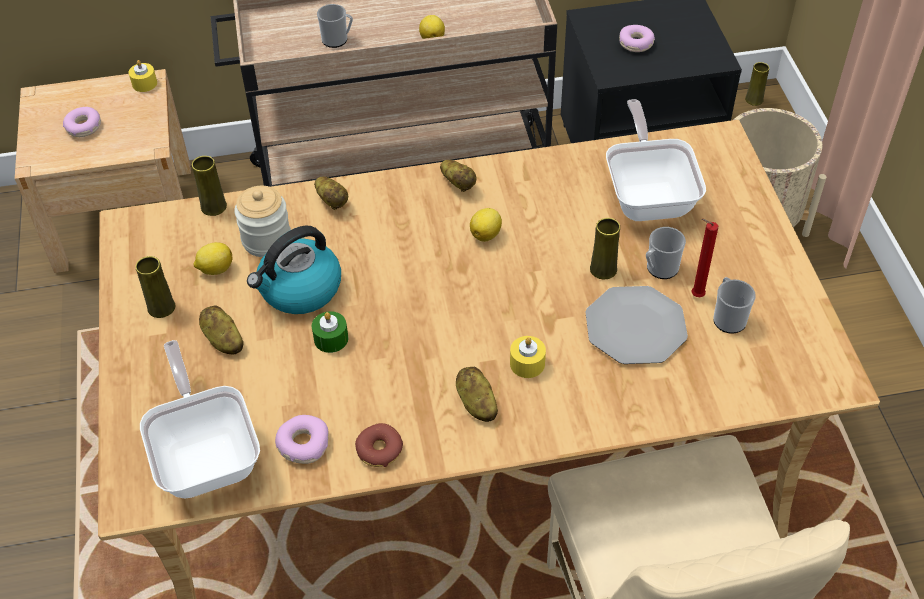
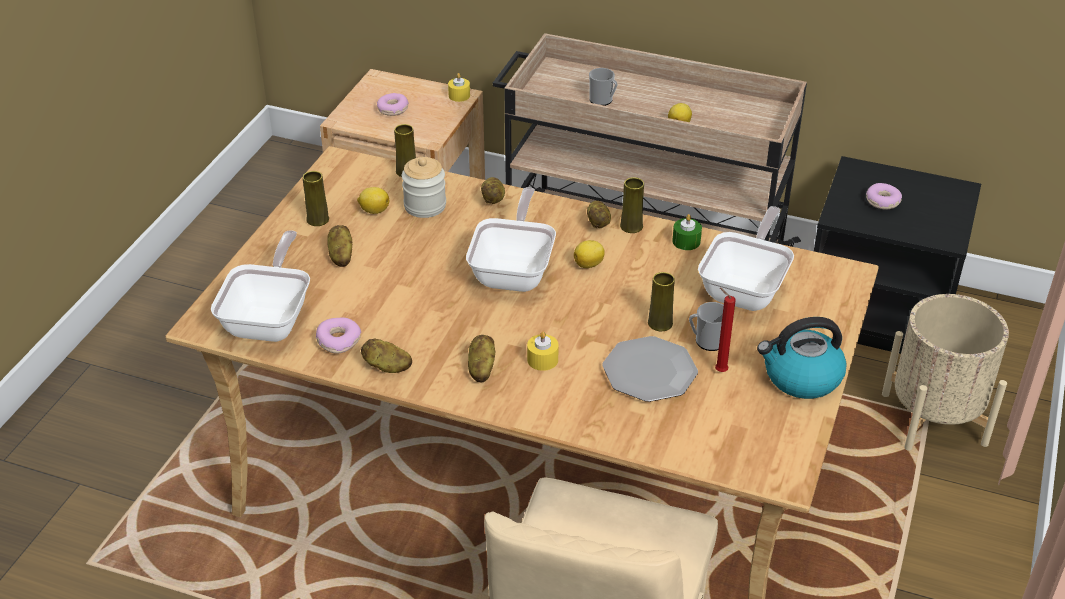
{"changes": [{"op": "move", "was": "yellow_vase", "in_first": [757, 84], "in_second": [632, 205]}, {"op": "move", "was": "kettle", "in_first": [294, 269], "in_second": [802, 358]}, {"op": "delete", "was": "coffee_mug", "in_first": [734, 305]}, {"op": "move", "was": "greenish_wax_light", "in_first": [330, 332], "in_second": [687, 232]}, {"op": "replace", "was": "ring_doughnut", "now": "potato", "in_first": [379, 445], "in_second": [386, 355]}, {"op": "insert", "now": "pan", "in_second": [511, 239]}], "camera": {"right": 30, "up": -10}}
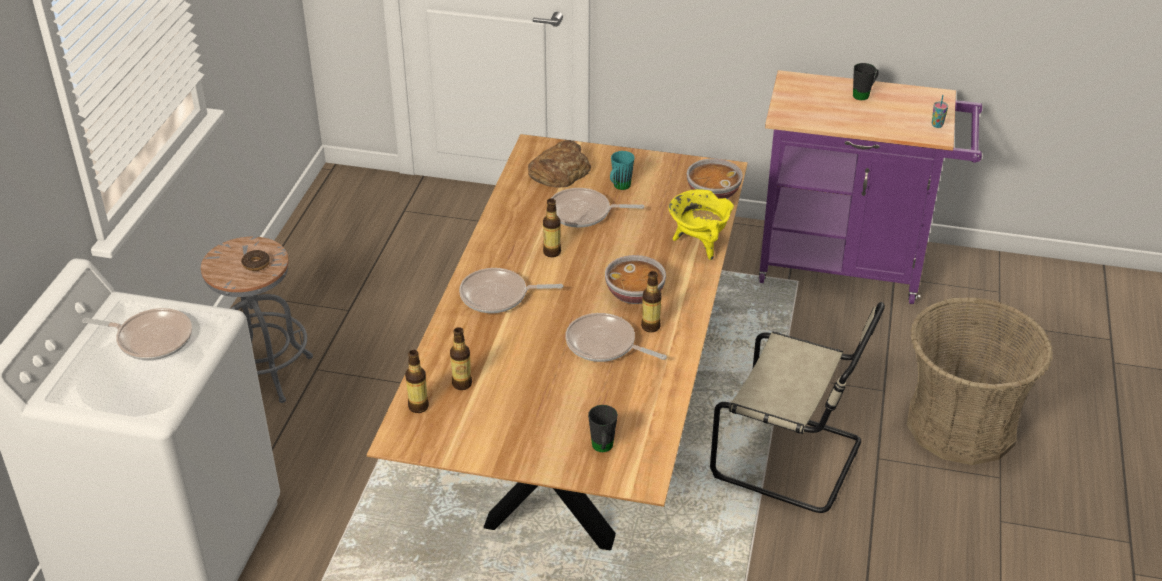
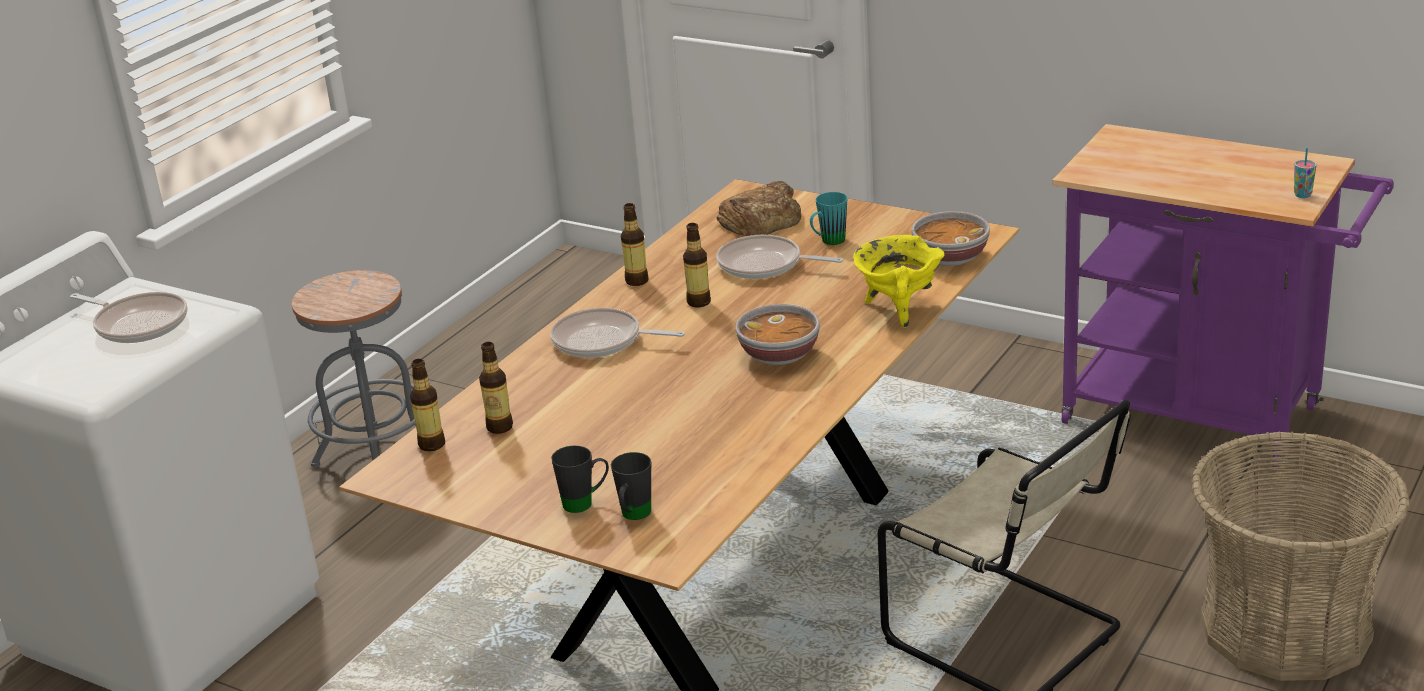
{"changes": [{"op": "move", "was": "black_coffee_mug", "in_first": [866, 81], "in_second": [580, 479]}, {"op": "delete", "was": "ring_doughnut", "in_first": [255, 260]}, {"op": "move", "was": "bottle", "in_first": [651, 301], "in_second": [635, 244]}, {"op": "delete", "was": "pan", "in_first": [616, 337]}], "camera": {"right": 20, "up": -10}}
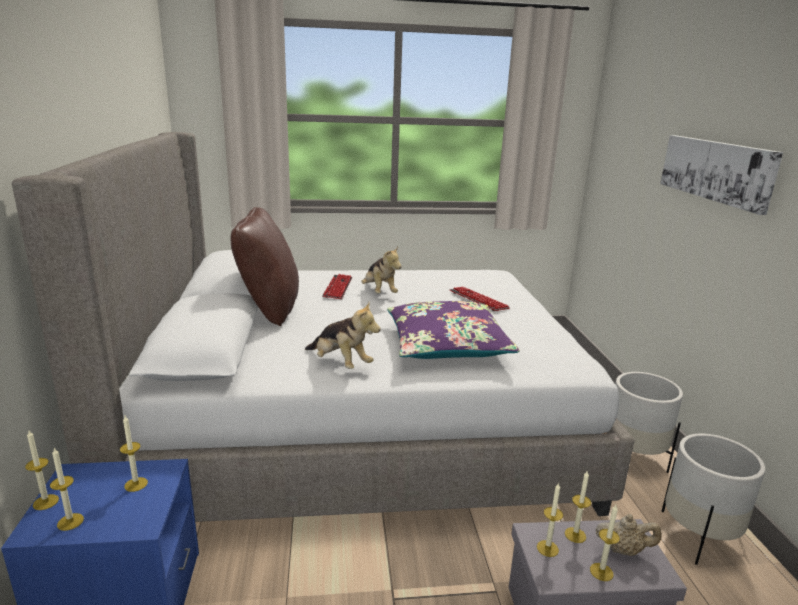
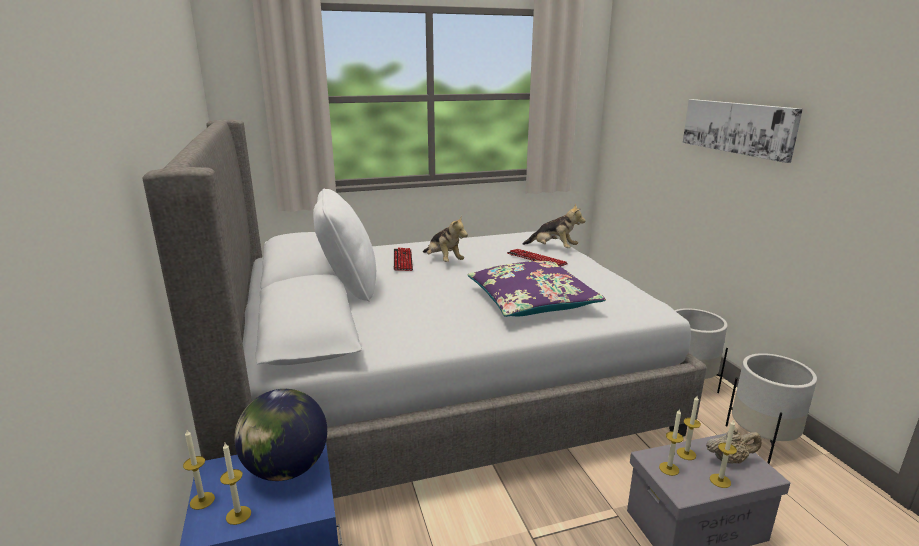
{"changes": [{"op": "recolor", "was": "brown-coloured_cushion", "now": "white_cushion", "in_first": [265, 266], "in_second": [344, 245]}, {"op": "move", "was": "cuddly_toy", "in_first": [343, 335], "in_second": [554, 225]}, {"op": "replace", "was": "wax_light", "now": "world_globe", "in_first": [134, 454], "in_second": [280, 435]}], "camera": {"right": -10, "up": 0}}
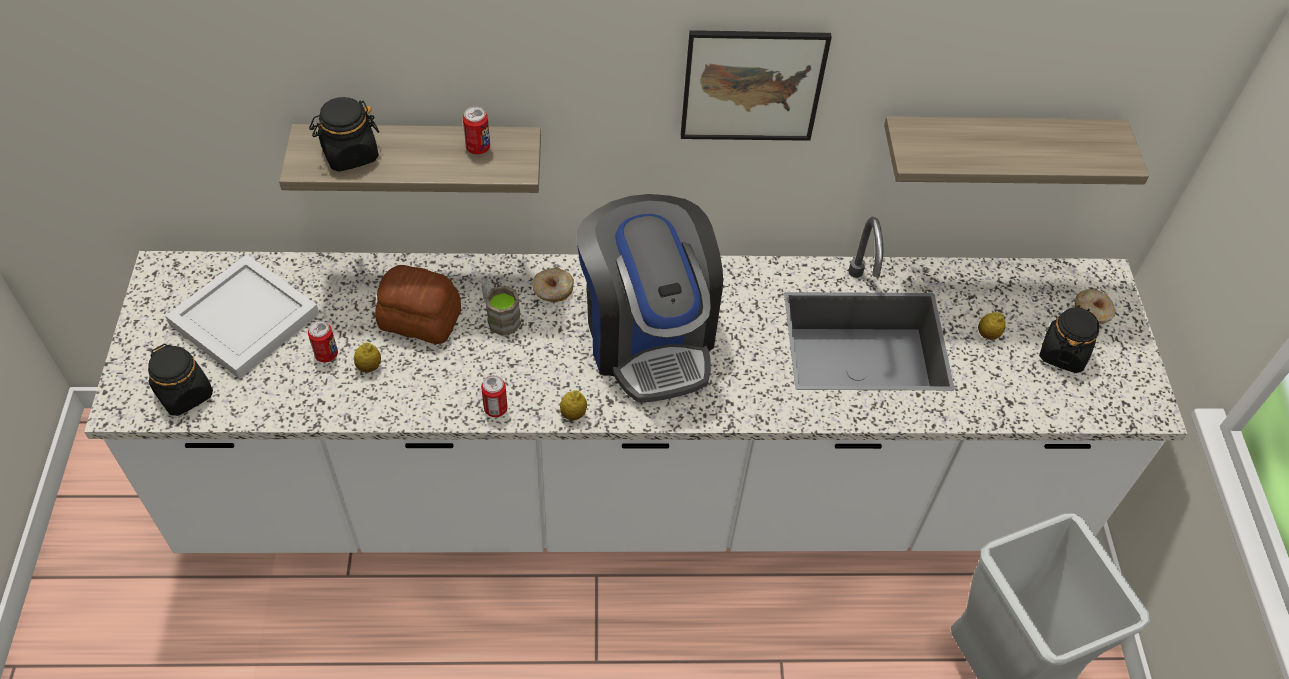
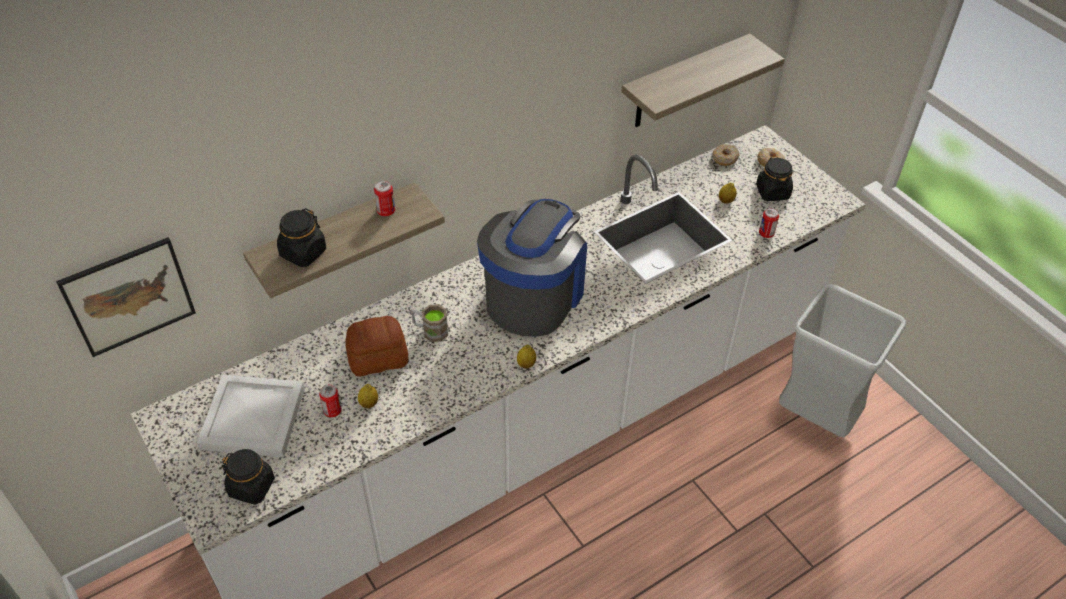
{"changes": [{"op": "move", "was": "wall_art", "in_first": [756, 85], "in_second": [126, 297]}, {"op": "rotate", "was": "coffee_machine", "in_first": [650, 298], "in_second": [532, 267], "clockwise": -105}, {"op": "move", "was": "ring_doughnut", "in_first": [553, 285], "in_second": [726, 155]}, {"op": "move", "was": "metal_can", "in_first": [494, 396], "in_second": [769, 223]}], "camera": {"right": -30, "up": -5}}
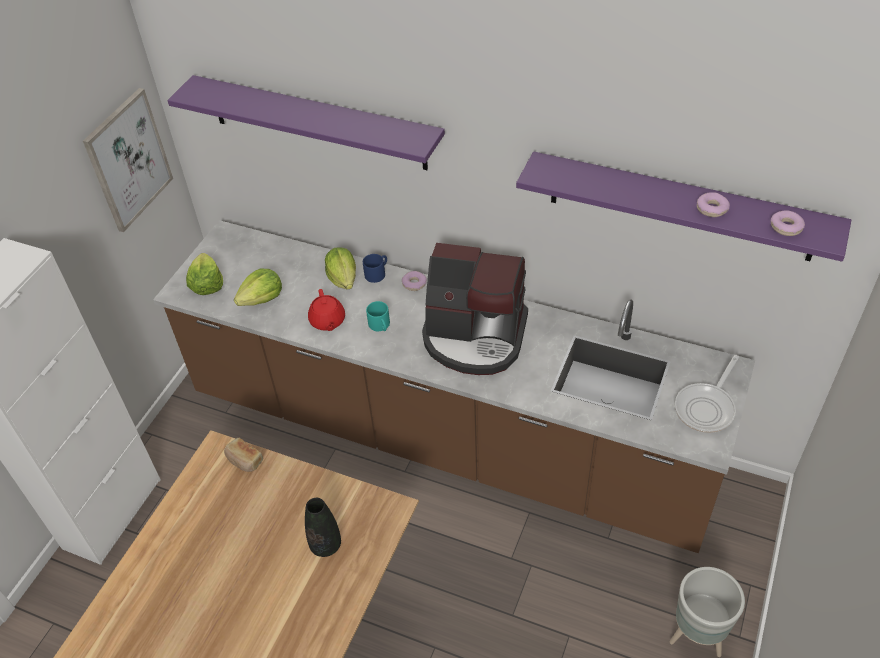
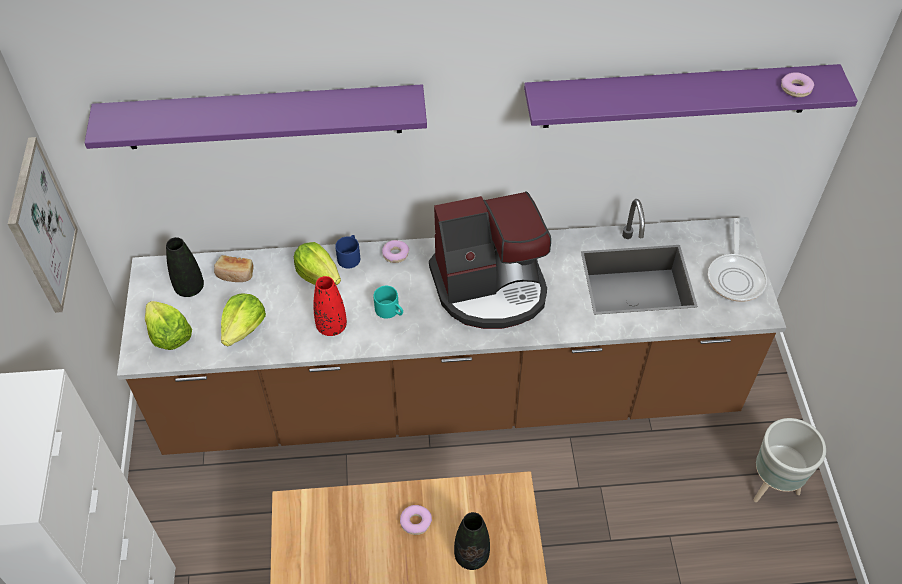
{"changes": [{"op": "move", "was": "ring_doughnut", "in_first": [713, 204], "in_second": [416, 520]}, {"op": "replace", "was": "reddish_tea_pot", "now": "reddish_vase", "in_first": [326, 310], "in_second": [330, 306]}, {"op": "move", "was": "bread", "in_first": [243, 455], "in_second": [234, 268]}, {"op": "insert", "now": "black_vase", "in_second": [185, 267]}], "camera": {"right": -30, "up": 5}}
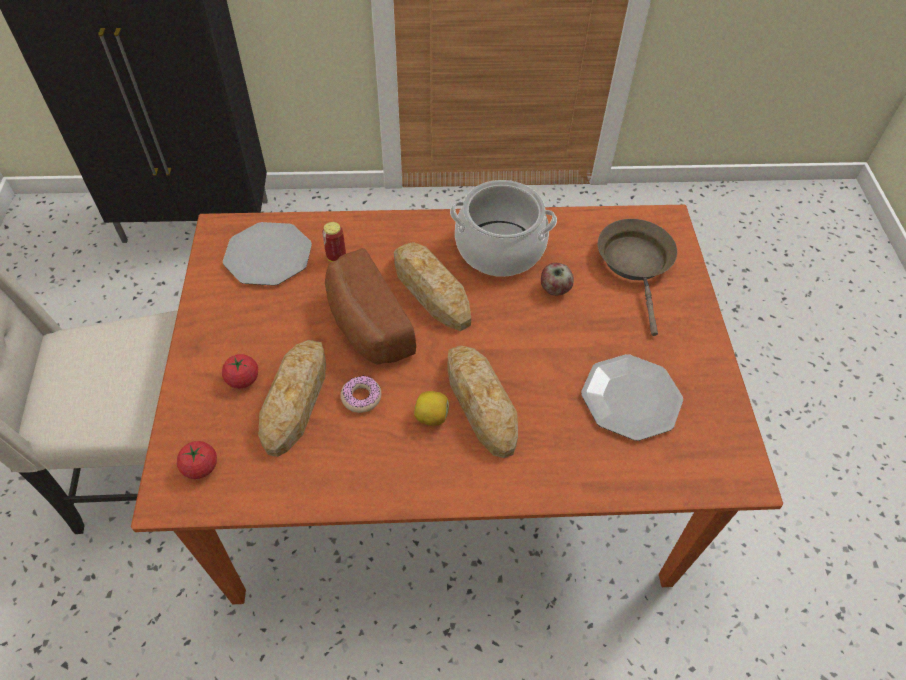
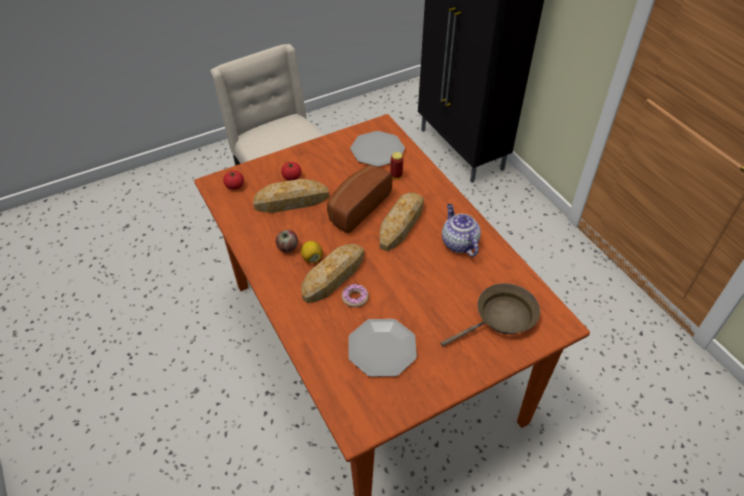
{"changes": [{"op": "replace", "was": "stockpot", "now": "tea_pot", "in_first": [503, 228], "in_second": [461, 230]}, {"op": "move", "was": "apple_fruit", "in_first": [557, 279], "in_second": [287, 241]}, {"op": "move", "was": "ring_doughnut", "in_first": [361, 394], "in_second": [355, 295]}], "camera": {"right": 65, "up": -5}}
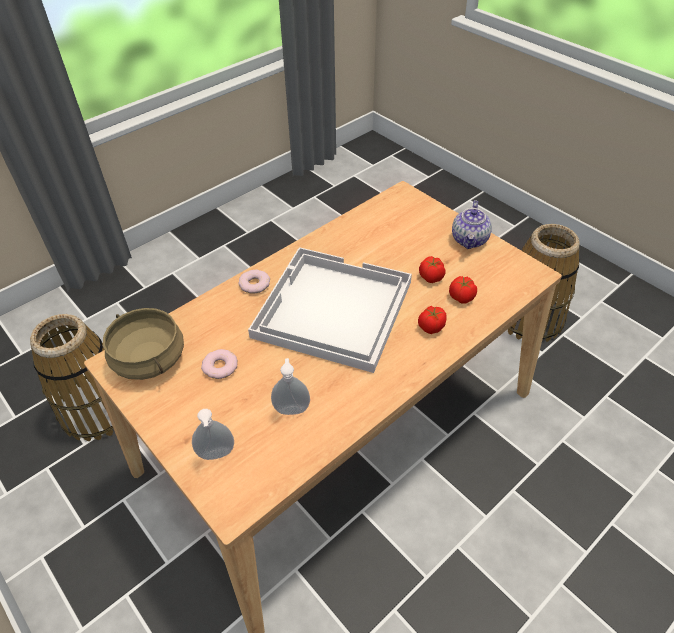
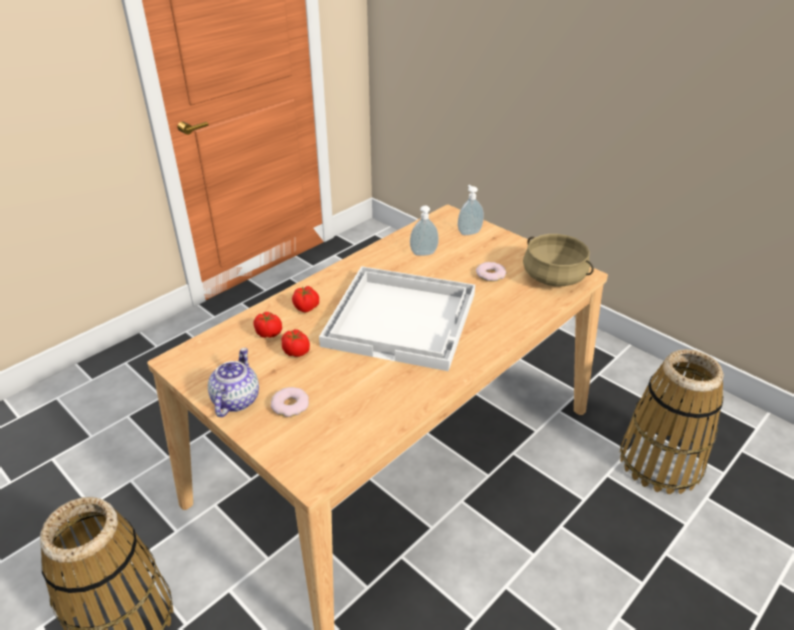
{"changes": [{"op": "move", "was": "ring_doughnut", "in_first": [254, 282], "in_second": [290, 402]}], "camera": {"right": 175, "up": -10}}
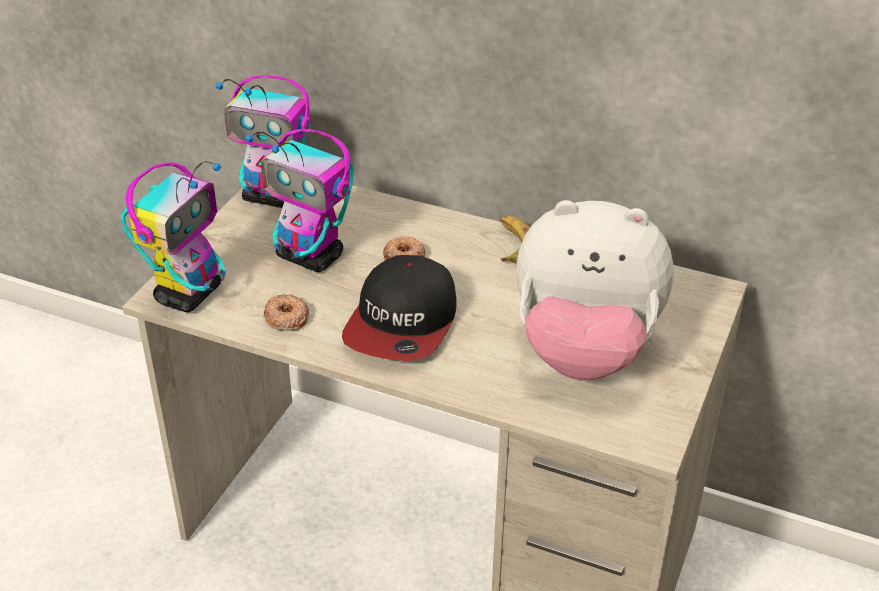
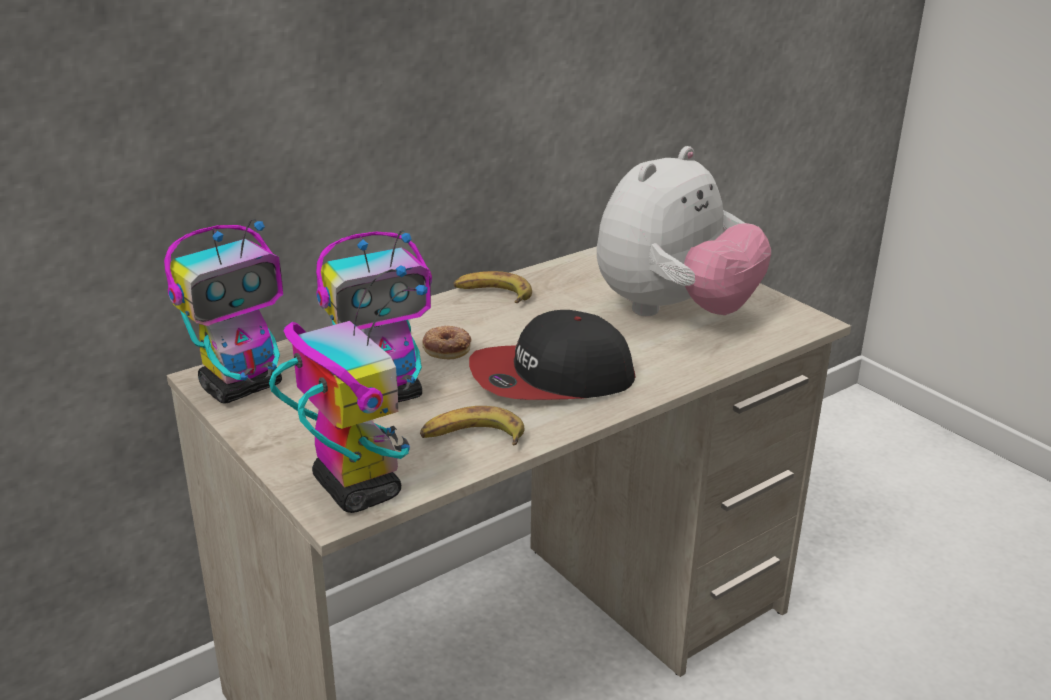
{"changes": [{"op": "rotate", "was": "peaked_cap", "in_first": [399, 308], "in_second": [552, 355], "clockwise": 120}, {"op": "replace", "was": "ring_doughnut", "now": "banana_fruit", "in_first": [286, 312], "in_second": [472, 426]}], "camera": {"right": -60, "up": -10}}
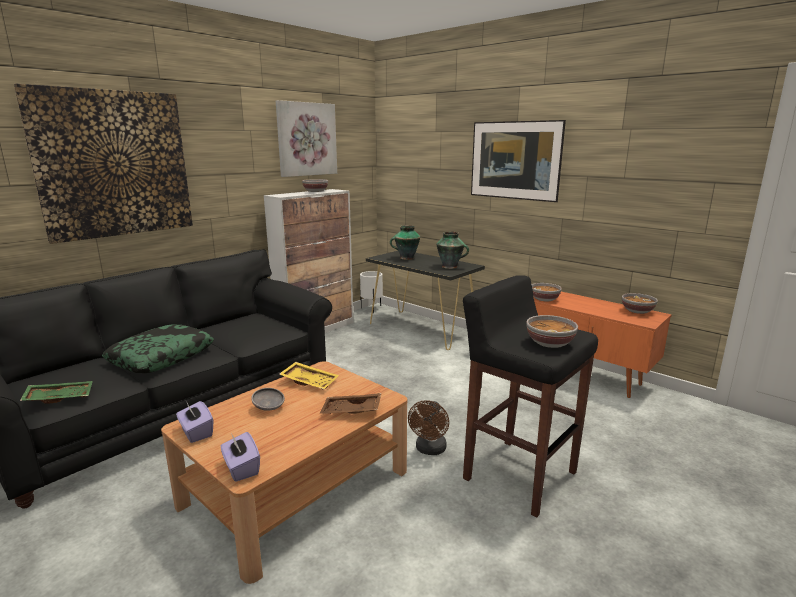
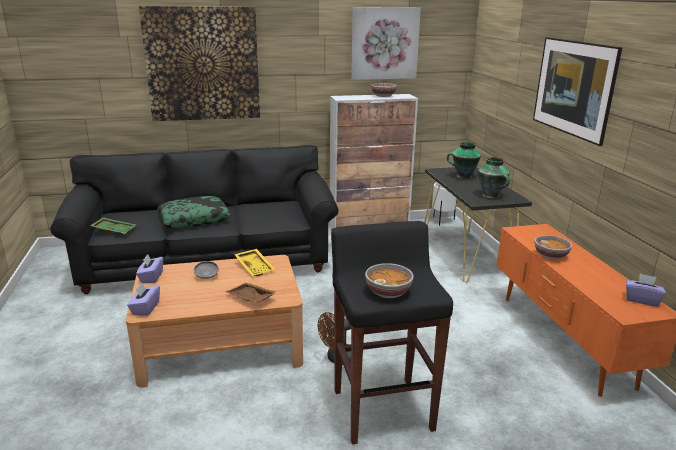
{"changes": [{"op": "replace", "was": "serving_bowl", "now": "purplish_tissue_box", "in_first": [640, 303], "in_second": [646, 290]}], "camera": {"right": 35, "up": 5}}
